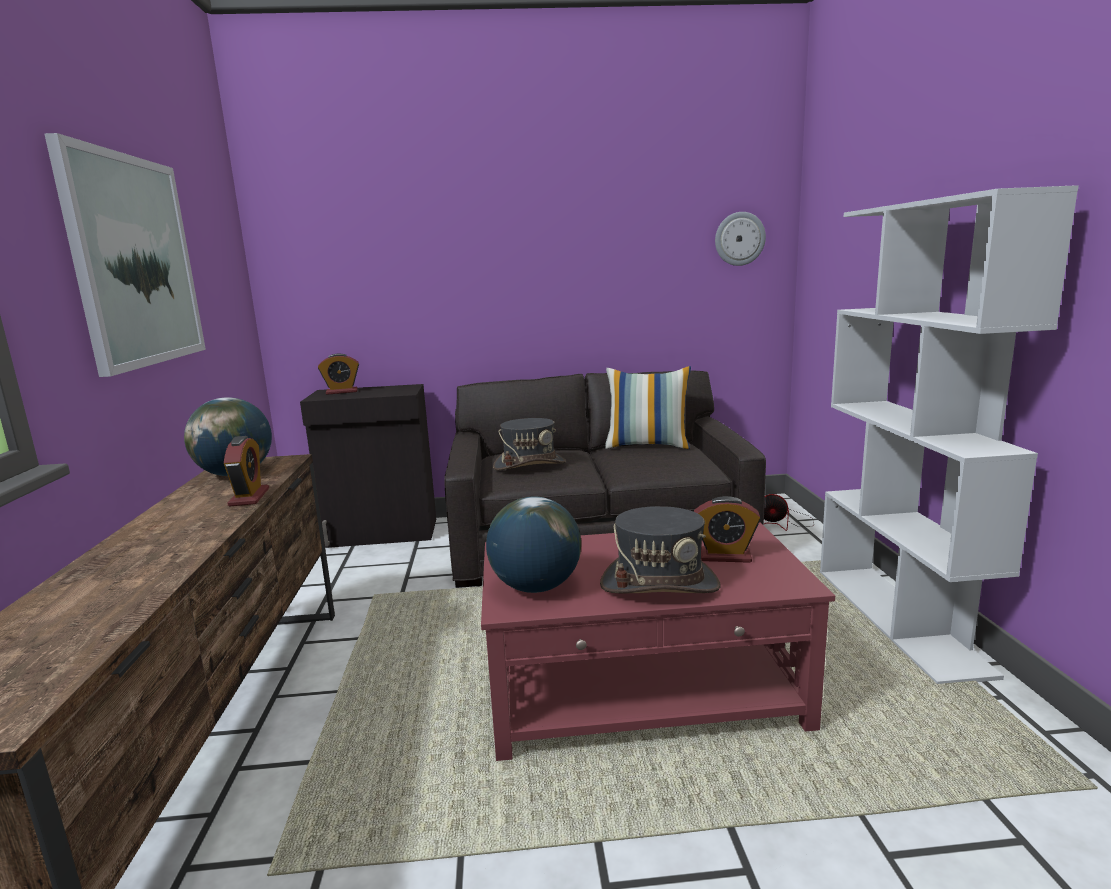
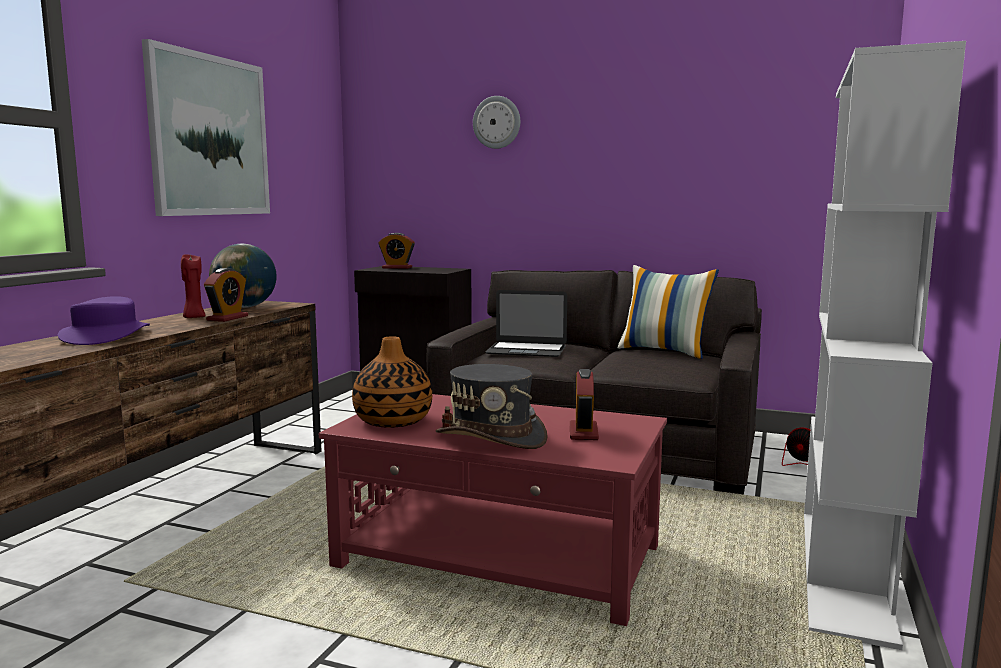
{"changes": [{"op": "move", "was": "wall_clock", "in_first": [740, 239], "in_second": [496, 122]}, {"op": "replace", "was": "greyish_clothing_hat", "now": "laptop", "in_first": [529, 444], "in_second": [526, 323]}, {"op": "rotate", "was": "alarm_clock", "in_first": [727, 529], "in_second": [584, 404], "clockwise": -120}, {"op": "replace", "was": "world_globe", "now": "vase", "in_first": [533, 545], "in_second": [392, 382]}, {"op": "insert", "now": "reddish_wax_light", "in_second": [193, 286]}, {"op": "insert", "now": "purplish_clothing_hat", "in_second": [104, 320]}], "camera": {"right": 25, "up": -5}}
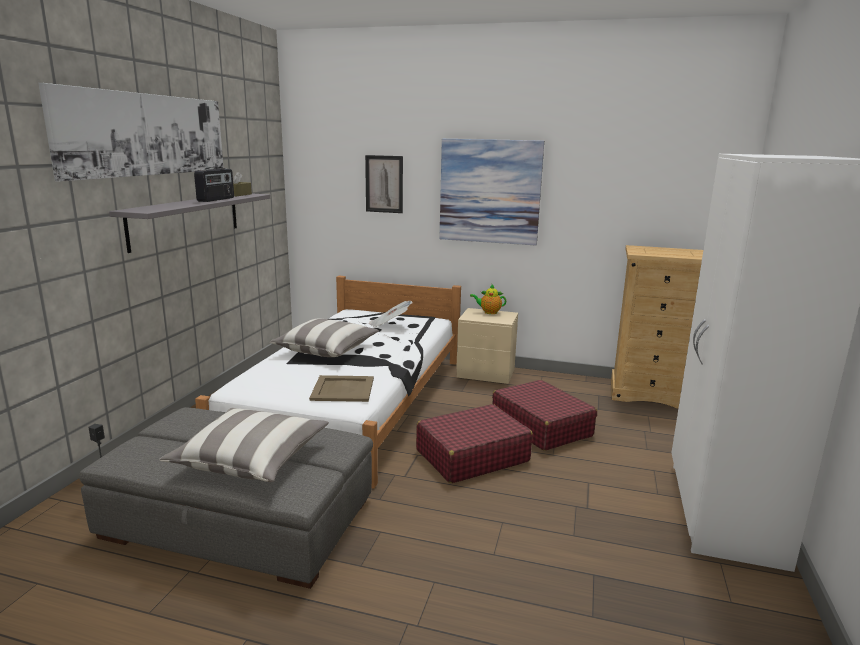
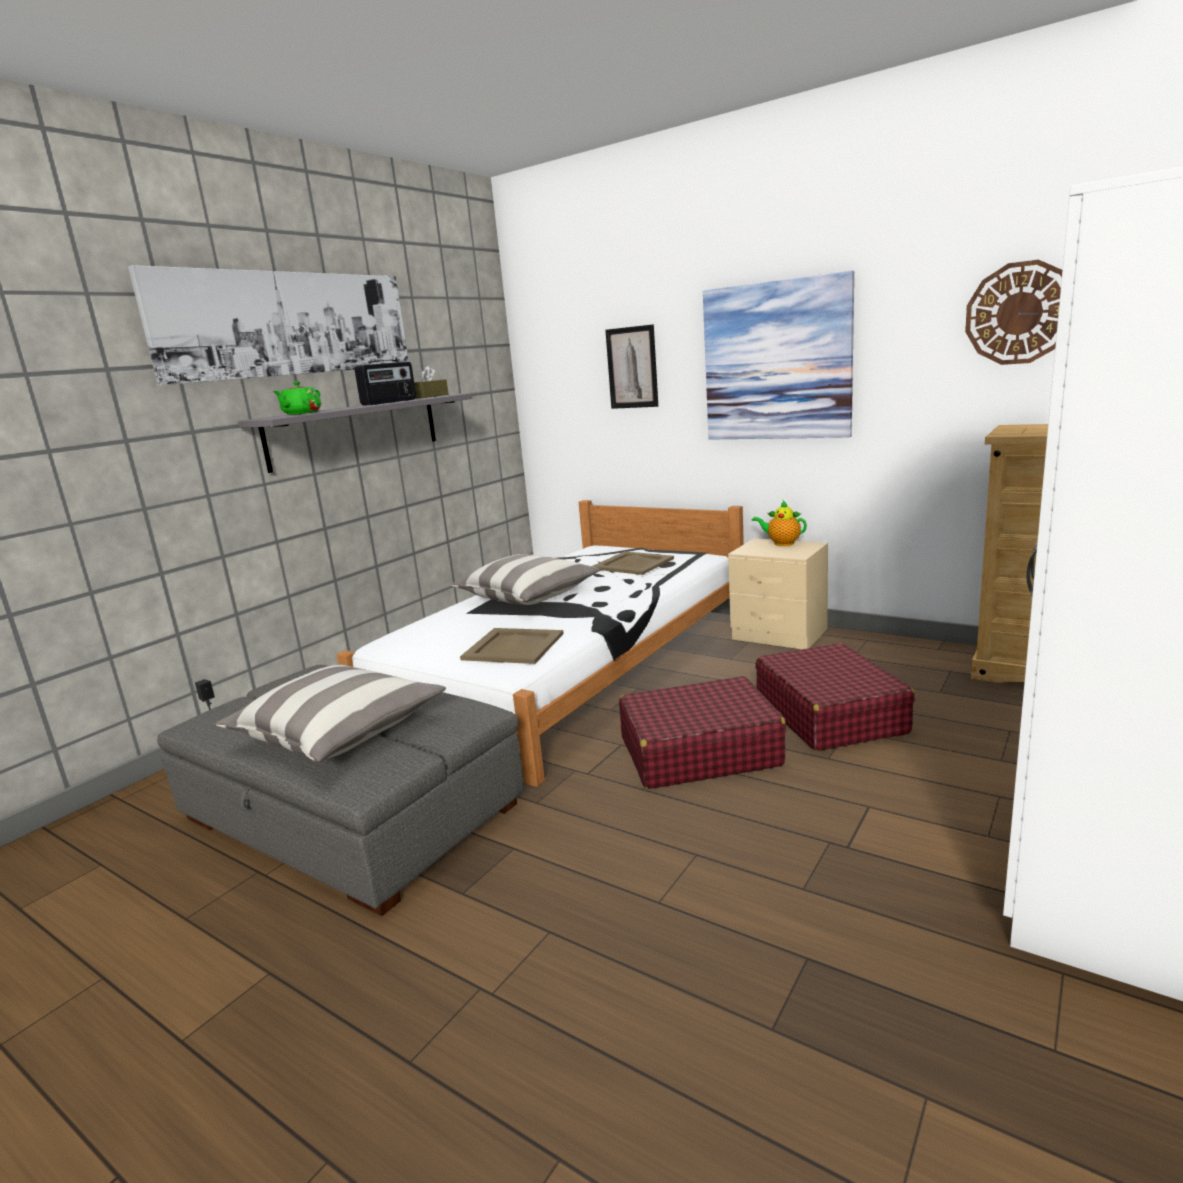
{"changes": [{"op": "replace", "was": "printed_paper", "now": "beige-coloured_serving_tray", "in_first": [390, 314], "in_second": [633, 563]}, {"op": "insert", "now": "wall_clock", "in_second": [1013, 312]}, {"op": "insert", "now": "greenish_tea_pot", "in_second": [297, 398]}], "camera": {"right": 20, "up": 0}}
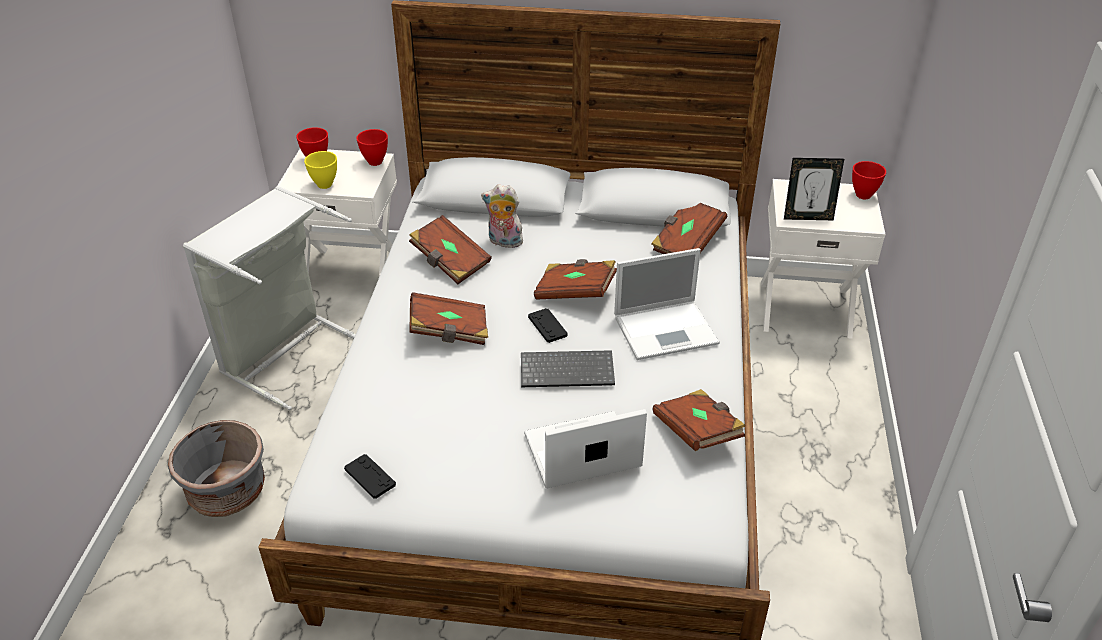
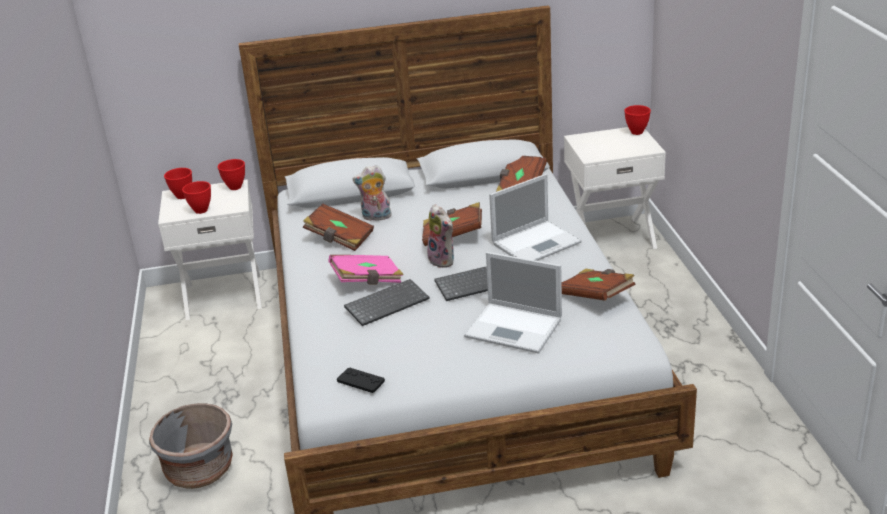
{"changes": [{"op": "recolor", "was": "yellow_serving_bowl", "now": "reddish_serving_bowl", "in_first": [320, 170], "in_second": [196, 197]}, {"op": "delete", "was": "standing_frame", "in_first": [814, 189]}, {"op": "delete", "was": "greyish_washing_basket", "in_first": [269, 298]}, {"op": "recolor", "was": "brown-coloured_bound_book", "now": "pink-coloured_bound_book", "in_first": [448, 318], "in_second": [366, 269]}, {"op": "replace", "was": "black_game_controller", "now": "cuddly_toy", "in_first": [548, 325], "in_second": [440, 236]}, {"op": "rotate", "was": "laptop", "in_first": [585, 448], "in_second": [513, 303], "clockwise": -120}, {"op": "insert", "now": "keyboard", "in_second": [387, 302]}], "camera": {"right": -15, "up": -10}}
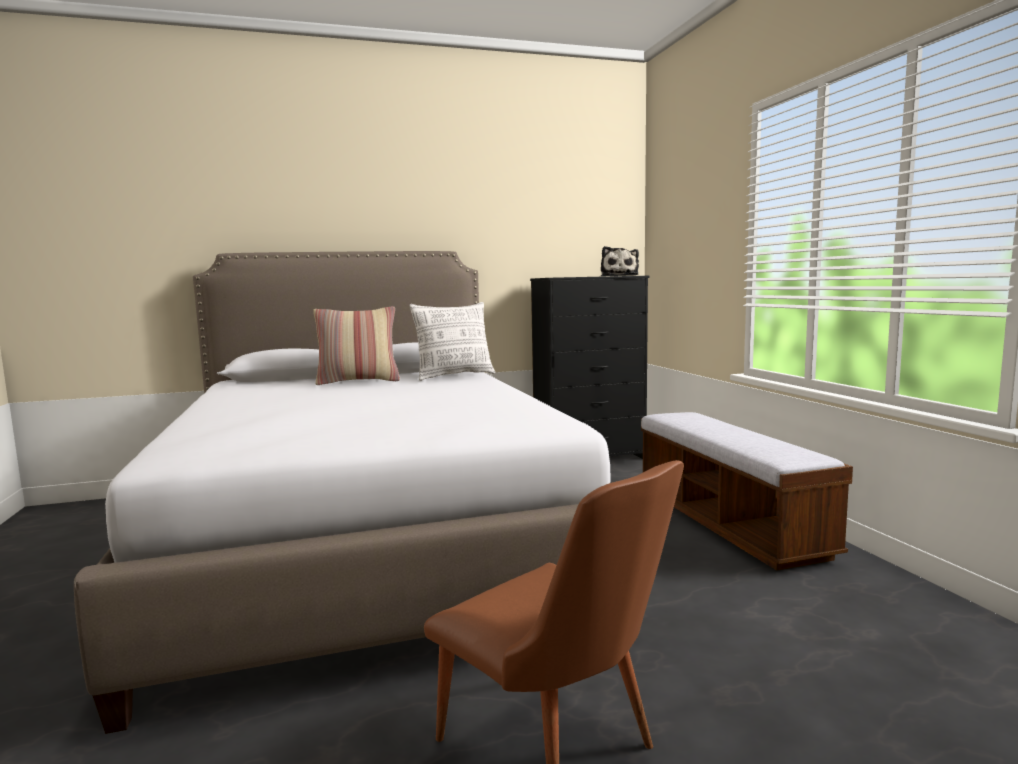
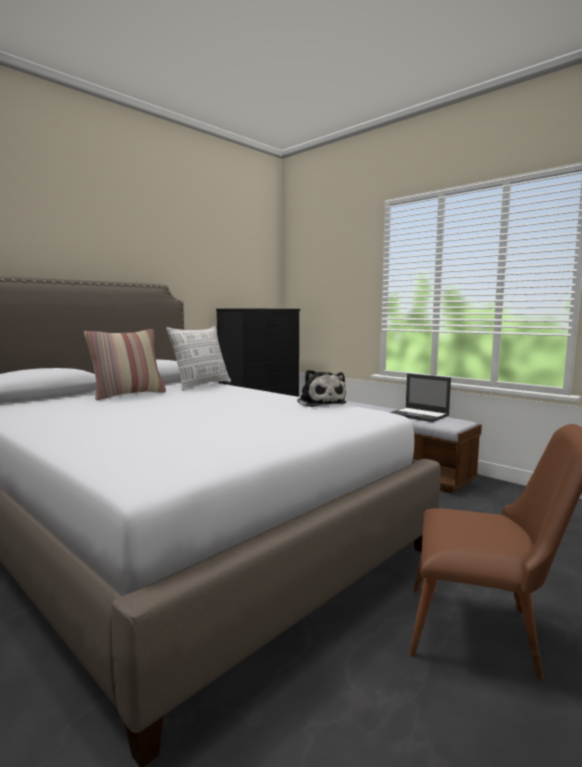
{"changes": [{"op": "move", "was": "cuddly_toy", "in_first": [620, 261], "in_second": [321, 388]}, {"op": "insert", "now": "laptop", "in_second": [420, 398]}], "camera": {"right": -30, "up": 0}}
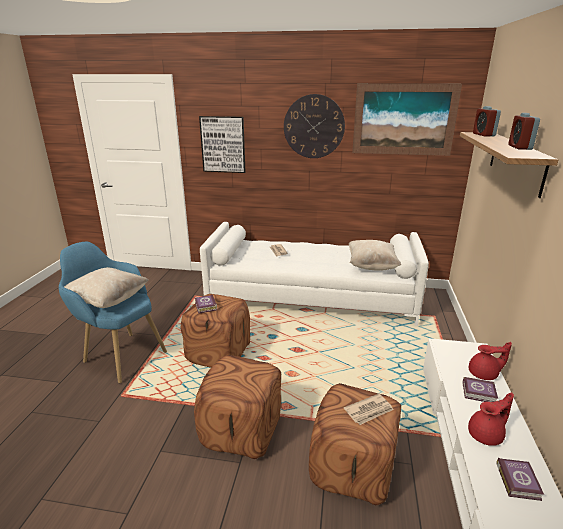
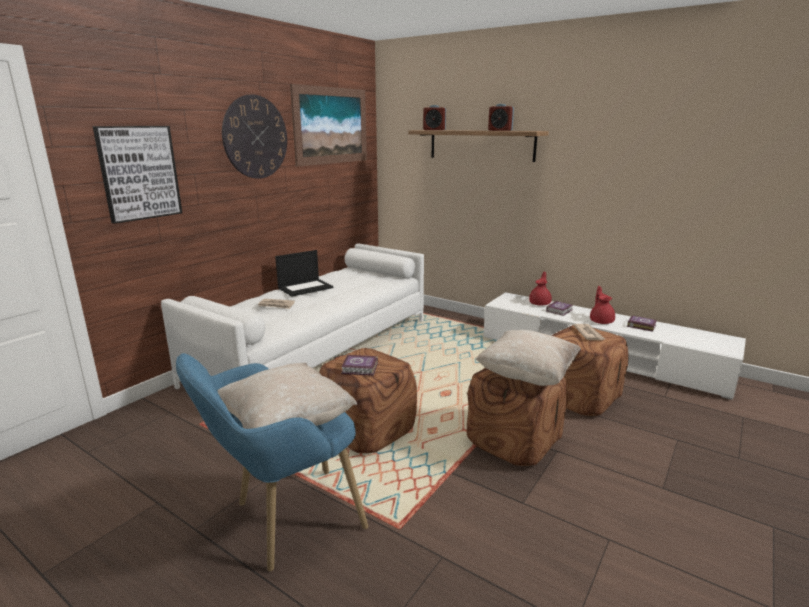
{"changes": [{"op": "move", "was": "beige-coloured_cushion", "in_first": [375, 255], "in_second": [528, 358]}, {"op": "insert", "now": "laptop", "in_second": [304, 273]}], "camera": {"right": -65, "up": -5}}
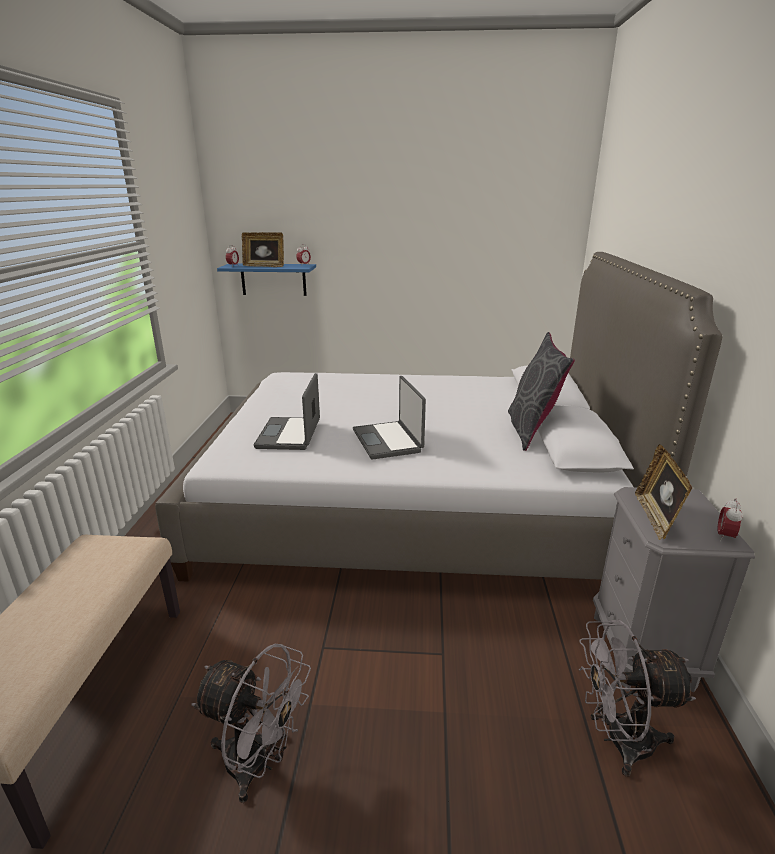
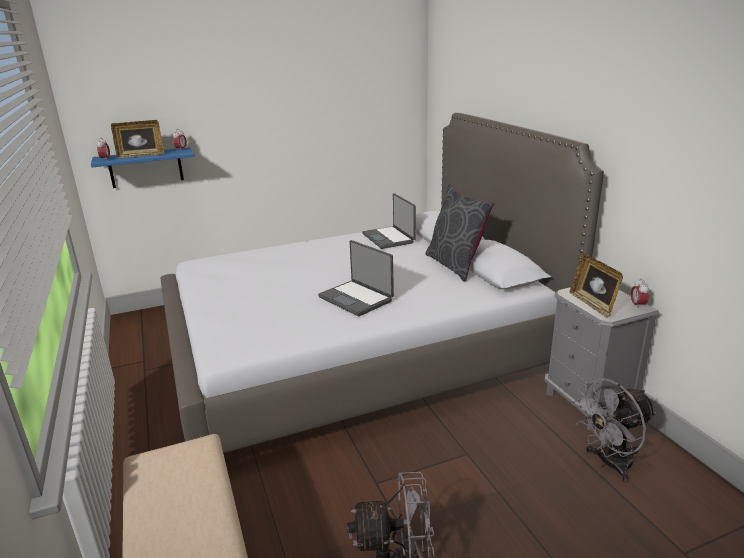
{"changes": [{"op": "move", "was": "laptop", "in_first": [287, 411], "in_second": [389, 221]}], "camera": {"right": -25, "up": 0}}
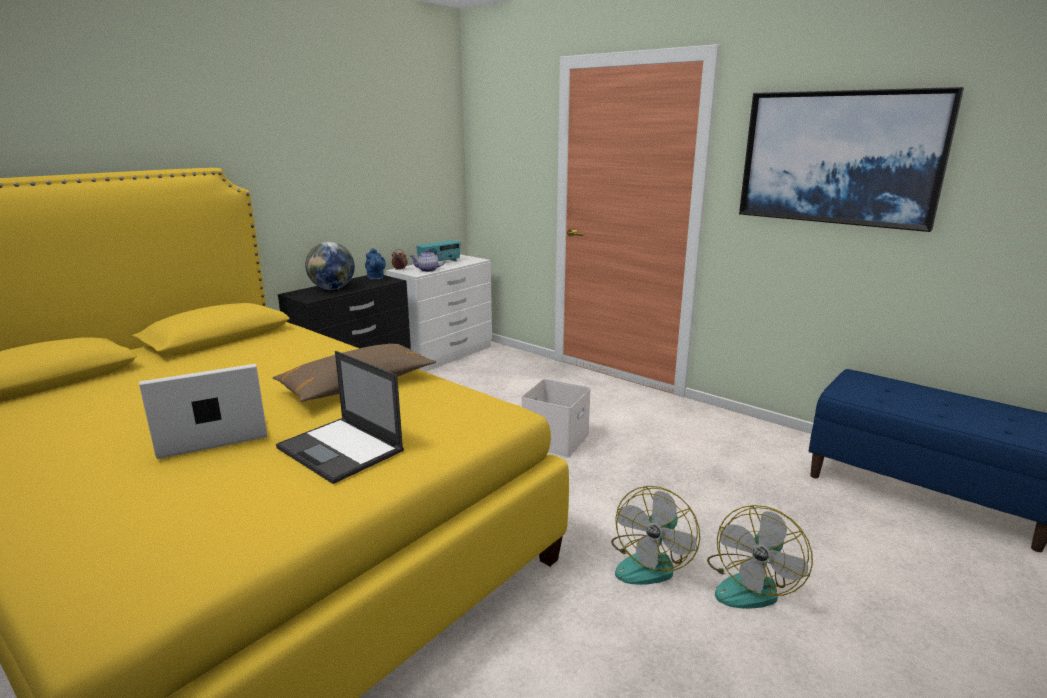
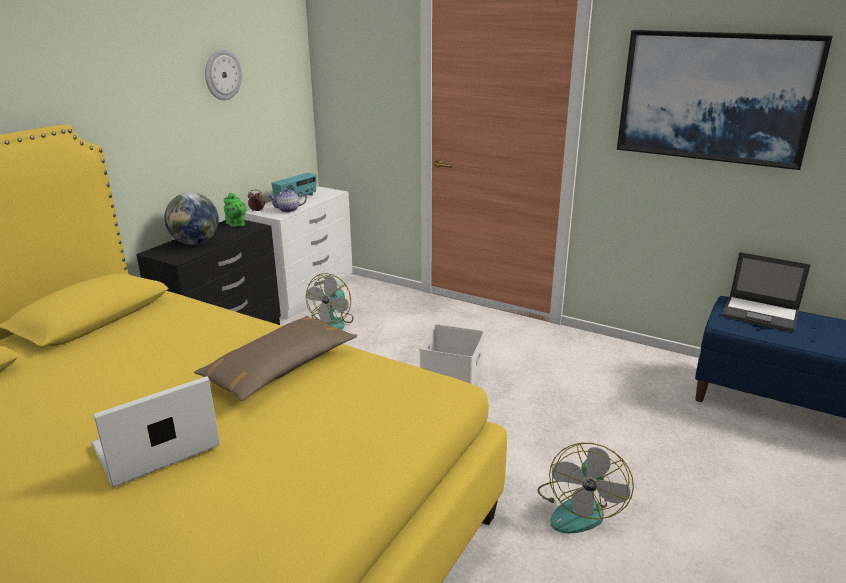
{"changes": [{"op": "recolor", "was": "blue_tea_pot", "now": "greenish_tea_pot", "in_first": [375, 264], "in_second": [235, 209]}, {"op": "move", "was": "laptop", "in_first": [340, 417], "in_second": [766, 292]}, {"op": "move", "was": "electric_fan", "in_first": [760, 557], "in_second": [329, 301]}, {"op": "insert", "now": "wall_clock", "in_second": [223, 74]}], "camera": {"right": -10, "up": 5}}
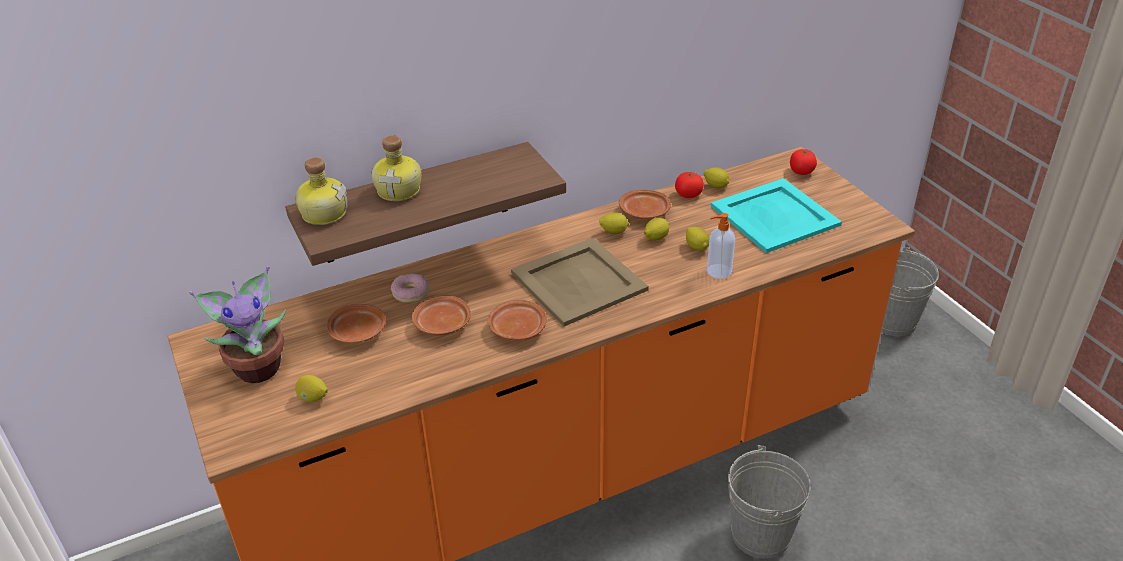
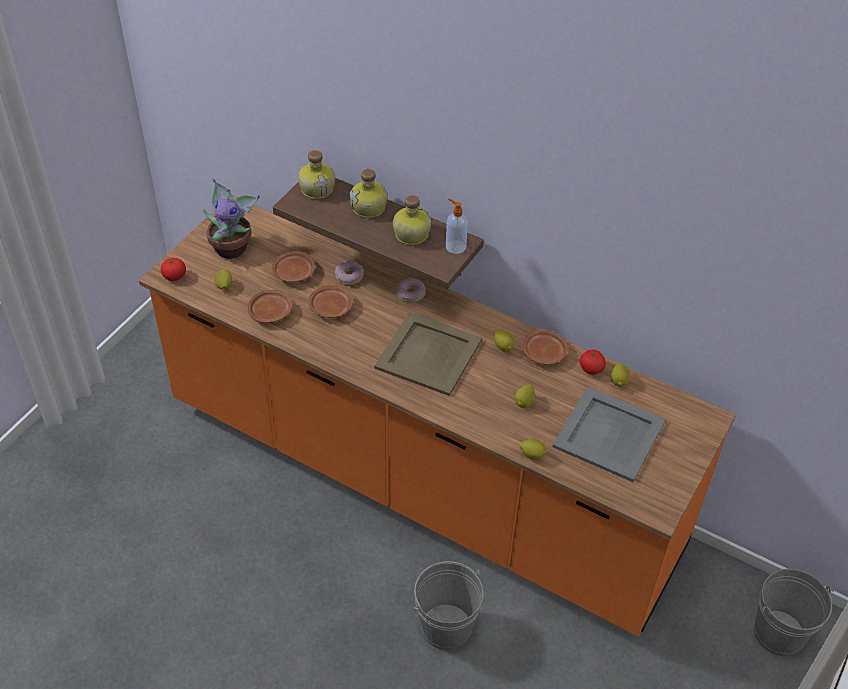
{"changes": [{"op": "move", "was": "whole_tomato", "in_first": [803, 162], "in_second": [173, 269]}, {"op": "recolor", "was": "turquoise_serving_tray", "now": "greyish_serving_tray", "in_first": [776, 215], "in_second": [609, 434]}, {"op": "move", "was": "liquid_soap_bottle", "in_first": [721, 246], "in_second": [457, 226]}, {"op": "move", "was": "lemon", "in_first": [656, 229], "in_second": [533, 449]}, {"op": "move", "was": "brown-coloured_dinner_plate", "in_first": [517, 320], "in_second": [269, 306]}, {"op": "insert", "now": "bottle", "in_second": [412, 220]}, {"op": "insert", "now": "ring_doughnut", "in_second": [411, 290]}], "camera": {"right": 55, "up": 10}}
